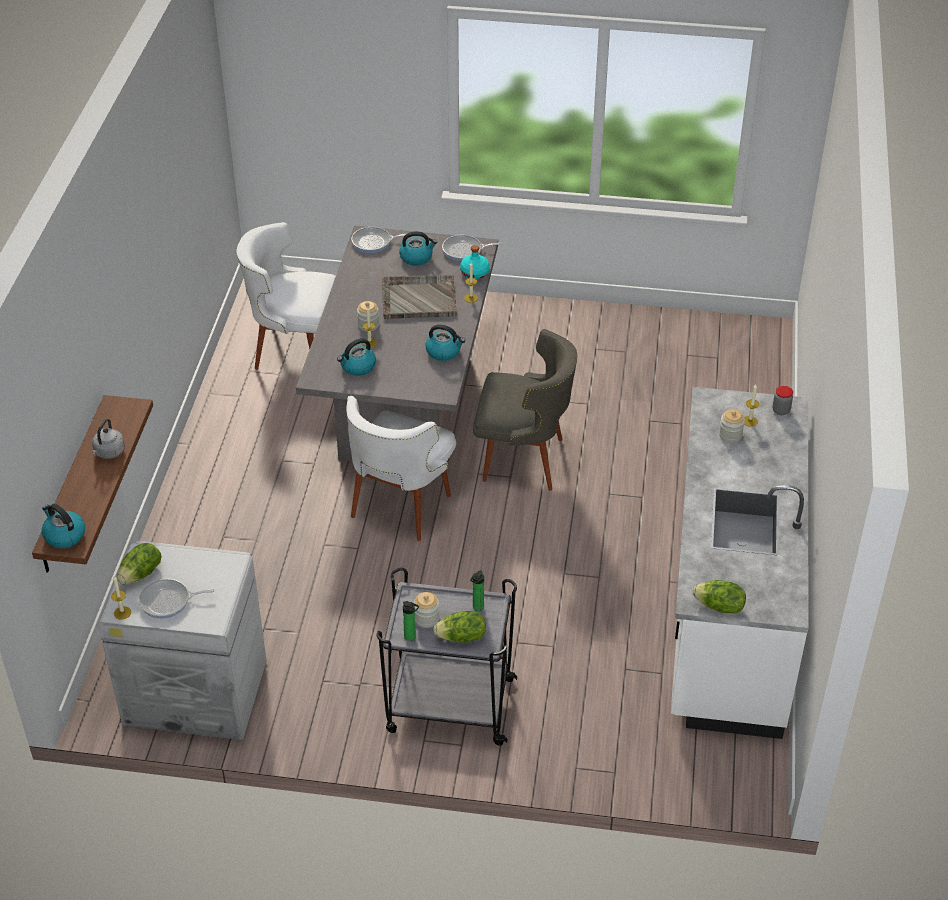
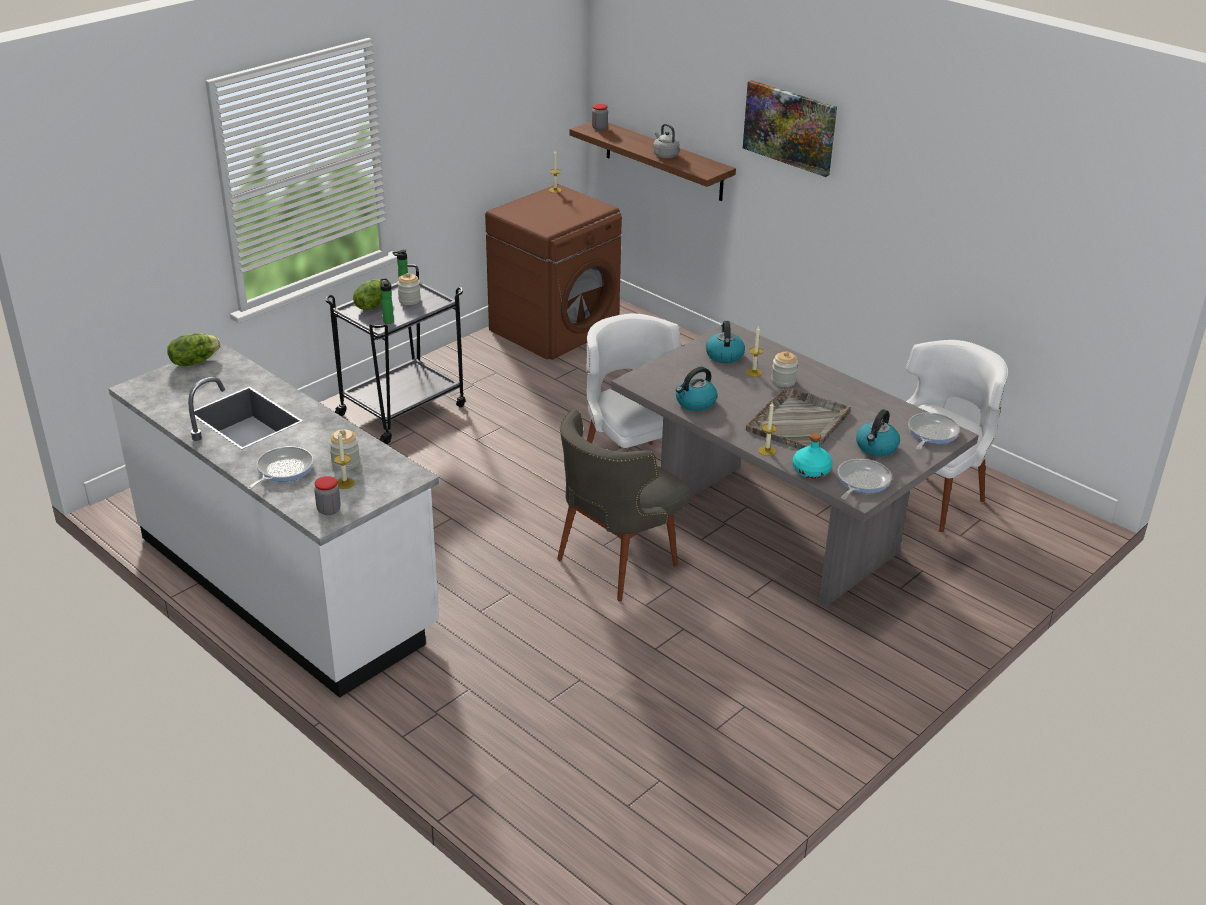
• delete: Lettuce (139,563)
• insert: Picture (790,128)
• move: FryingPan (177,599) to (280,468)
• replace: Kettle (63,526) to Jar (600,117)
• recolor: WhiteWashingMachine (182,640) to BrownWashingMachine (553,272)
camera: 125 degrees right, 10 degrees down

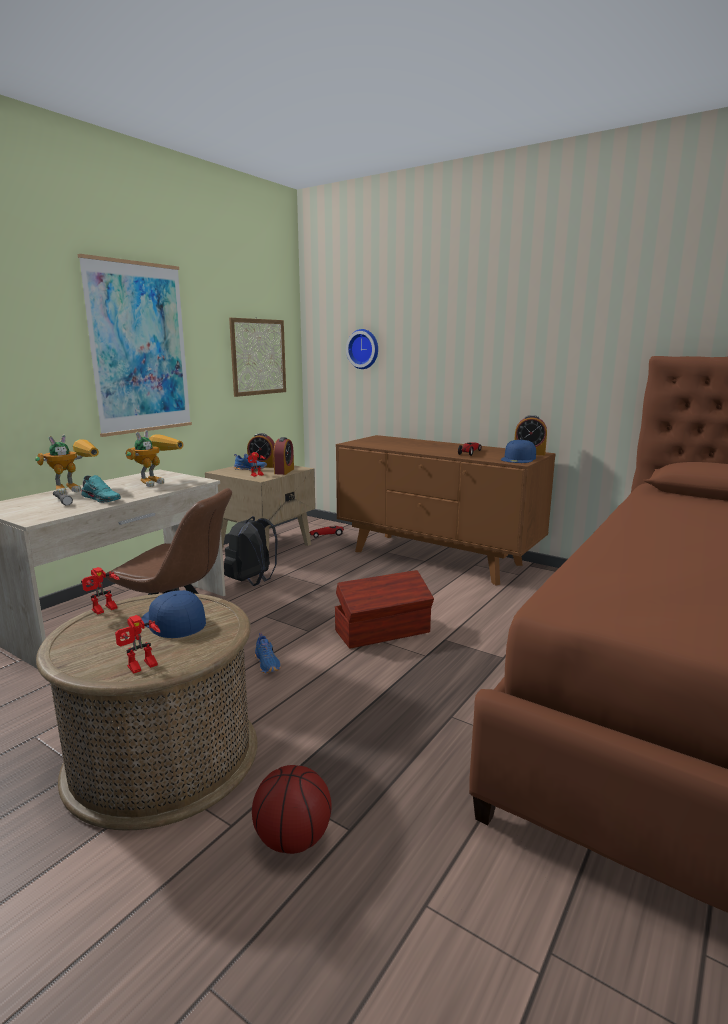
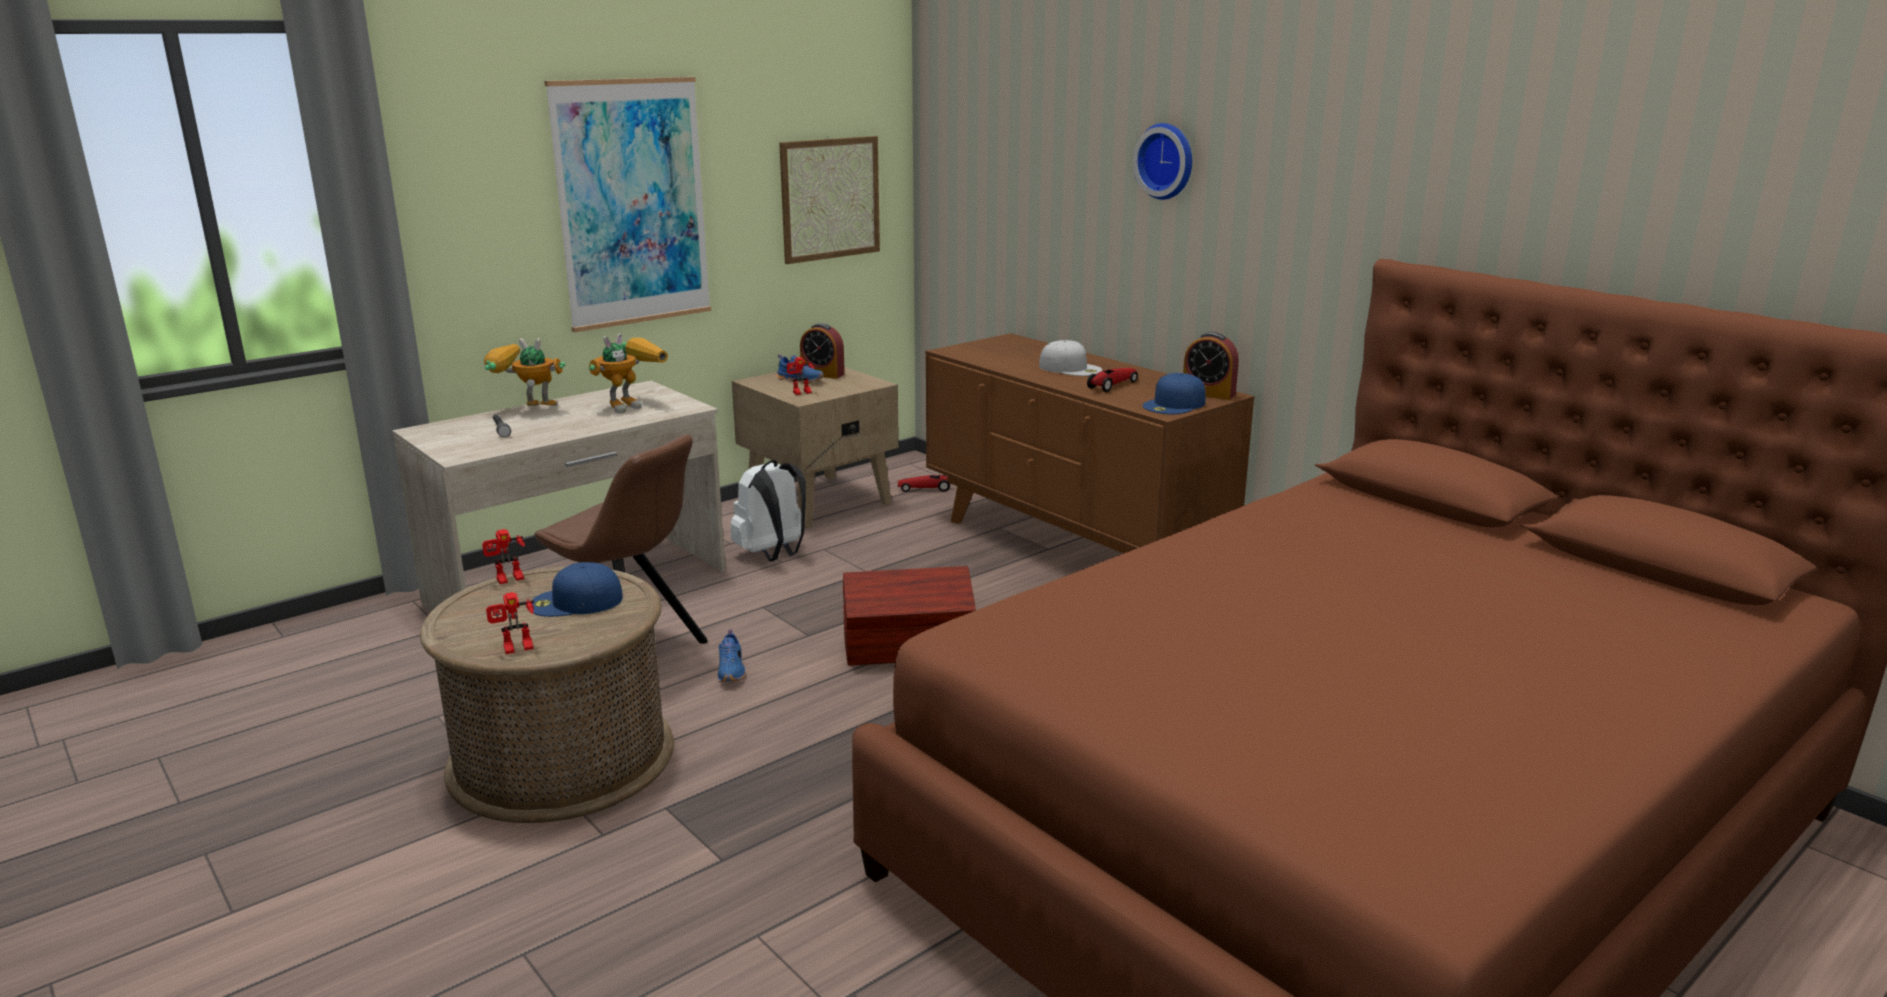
• delete: TurquoiseShoe (101,489)
• delete: Basketball (292,809)
• delete: AlarmClock (283,456)
• insert: WhiteCap (1070,358)
• move: WallClock (362,349) to (1162,161)
• recolor: BlackBackpack (251,551) to WhiteBackpack (768,511)
• rotate: ToyRobot (67,465) = (525,372) 150 degrees counterclockwise
• rotate: BlueCap (173,614) = (577,589) 75 degrees counterclockwise
camera: 15 degrees right, 5 degrees up

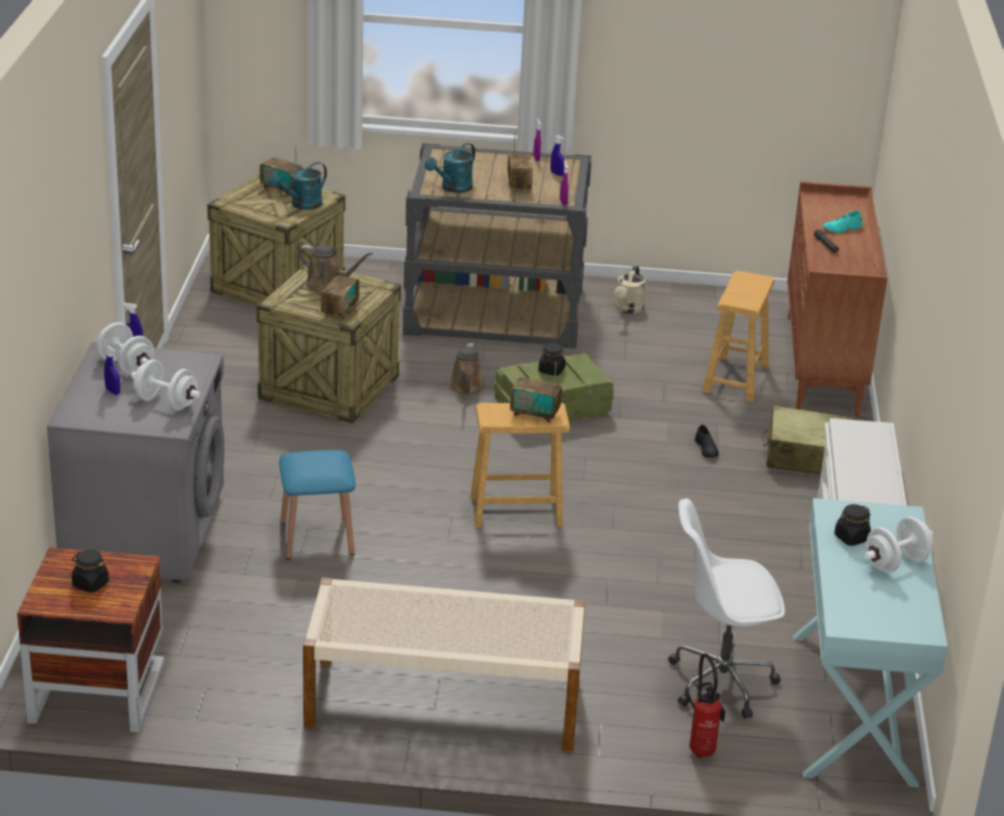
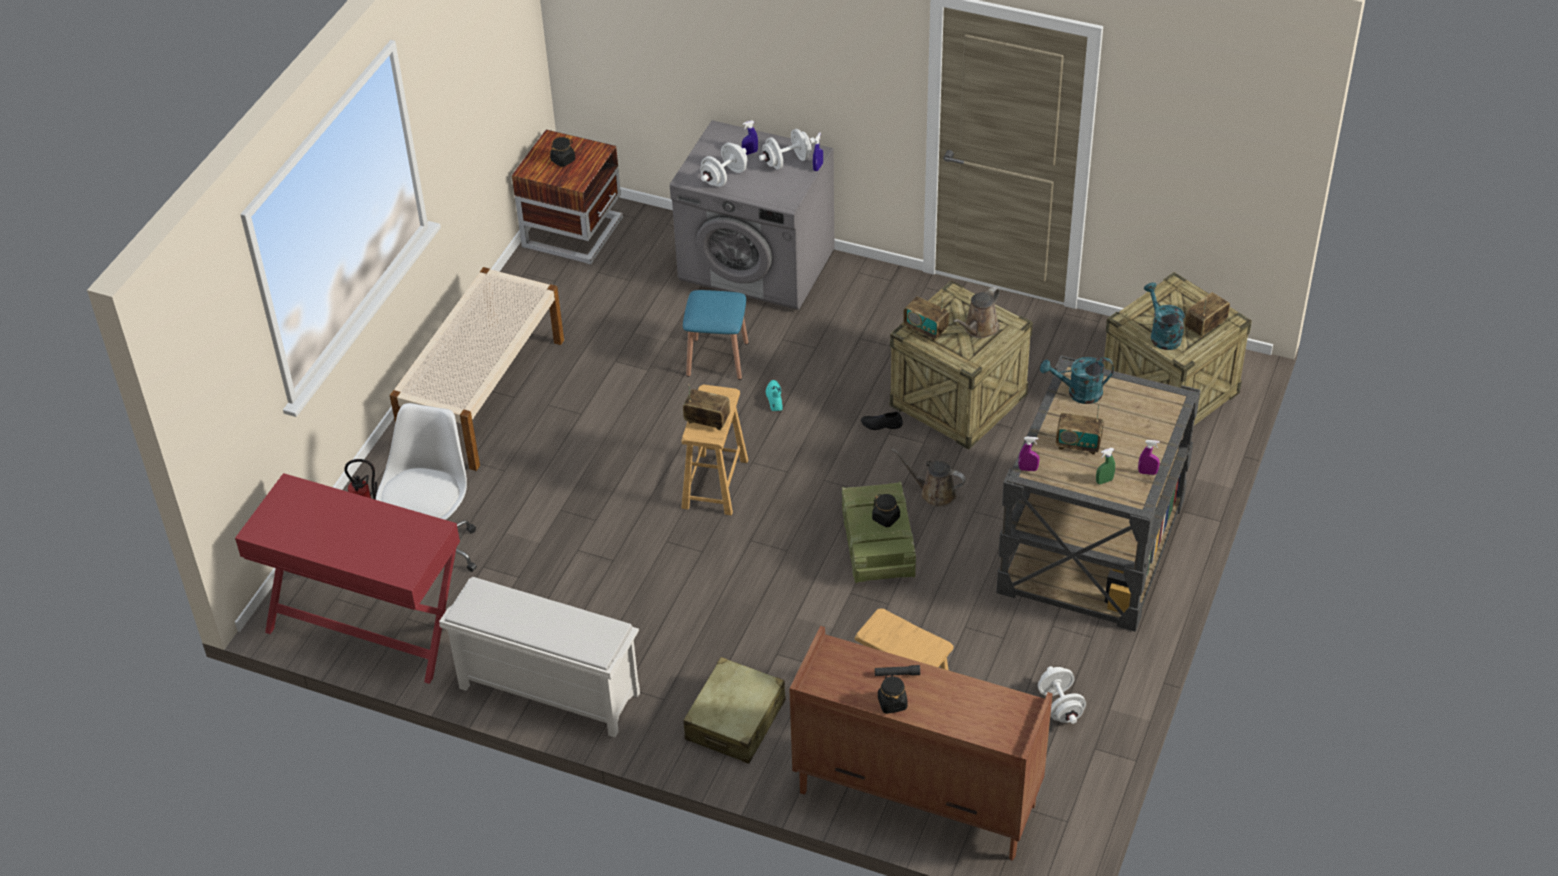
• delete: BeigeWateringCan (630,289)
• move: BlackShoe (707,441) to (882,421)
• move: TurquoiseShoe (842,221) to (774,395)
• move: BlackJar (852,525) to (893,694)
• move: WhiteDumbbell (898,545) to (1062,695)
• recolor: BlueSprayBottle (558,155) to GreenSprayBottle (1105,466)
• recolor: TurquoiseDesk (870,642) to RedDesk (347,578)
• rotate: TurquoiseWateringCan (450,168) = (1077,380) 60 degrees counterclockwise
• rotate: Radio (536,392) = (706,407) 75 degrees clockwise
camera: 110 degrees right, 15 degrees up

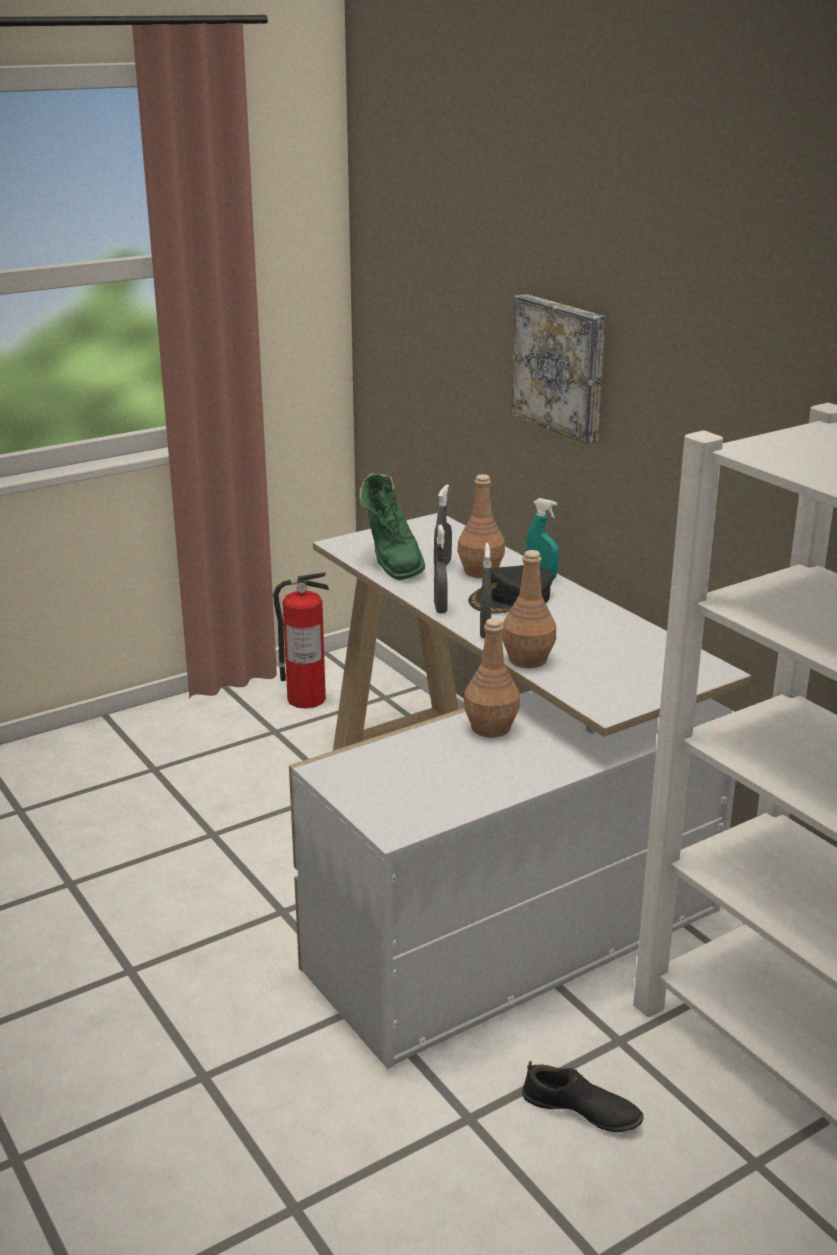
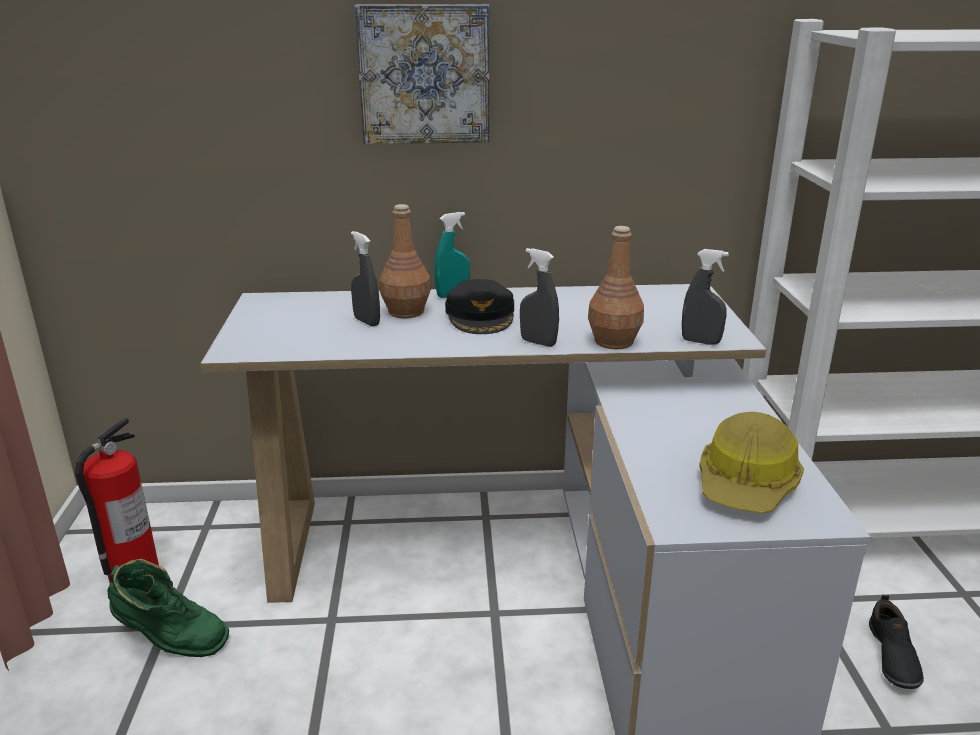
• delete: BrownBottle (492,678)
• insert: HardHat (751,462)
• move: GreenBoot (392,526) to (168,608)
• move: GreySprayBottle (441,569) to (705,297)
• rotate: BlackShoe (583,1096) = (896,642) 135 degrees clockwise
camera: 60 degrees left, 0 degrees up

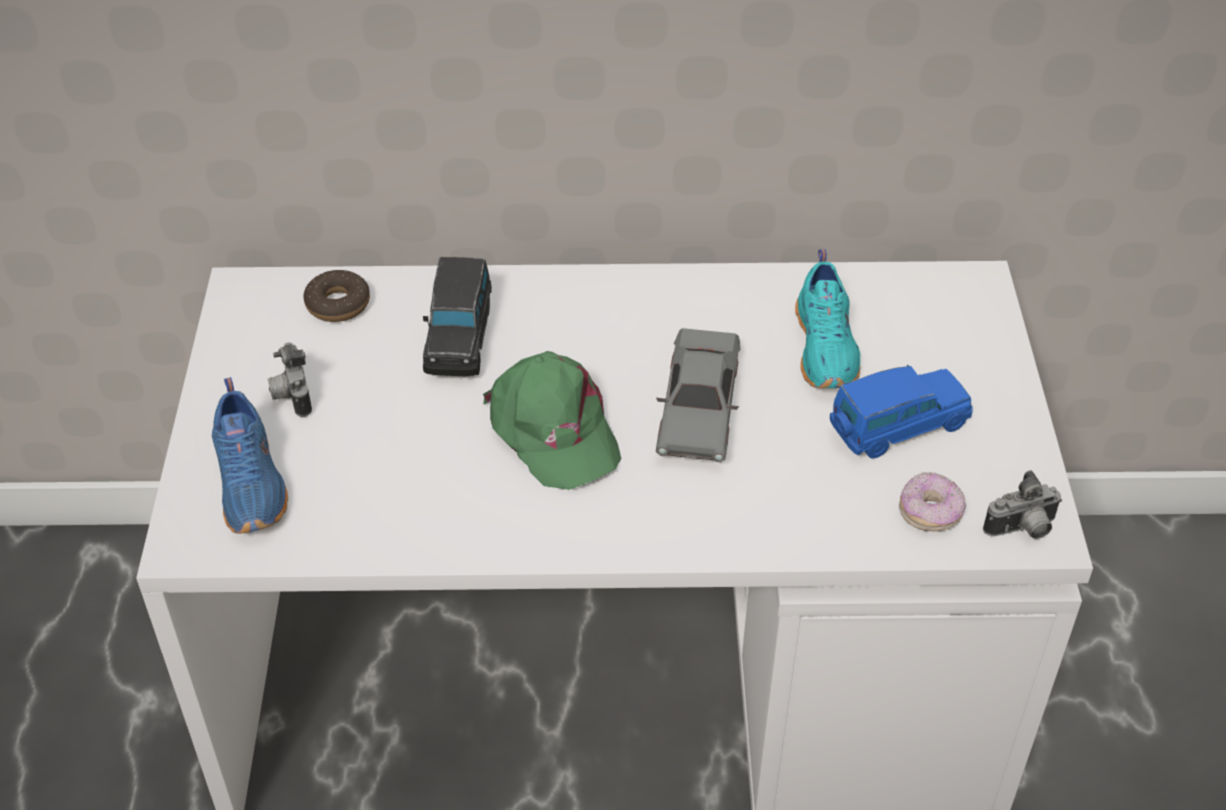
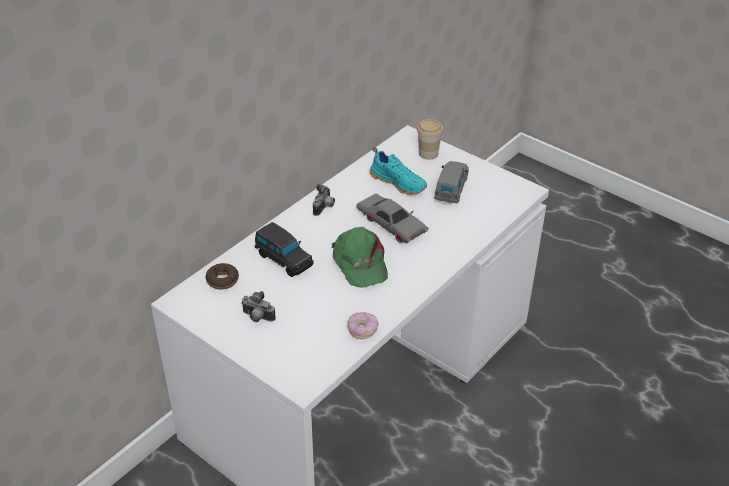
• delete: BlueShoe (250,455)
• insert: Cup (430,139)
• move: Donut (932,502) to (363,325)
• move: PhotoCamera (1022,504) to (324,200)
• recolor: BlueToyCar (901,411) to GreyToyCar (451,182)
• rotate: GreenCap (552,420) = (360,257) 60 degrees clockwise
camera: 50 degrees left, 5 degrees down

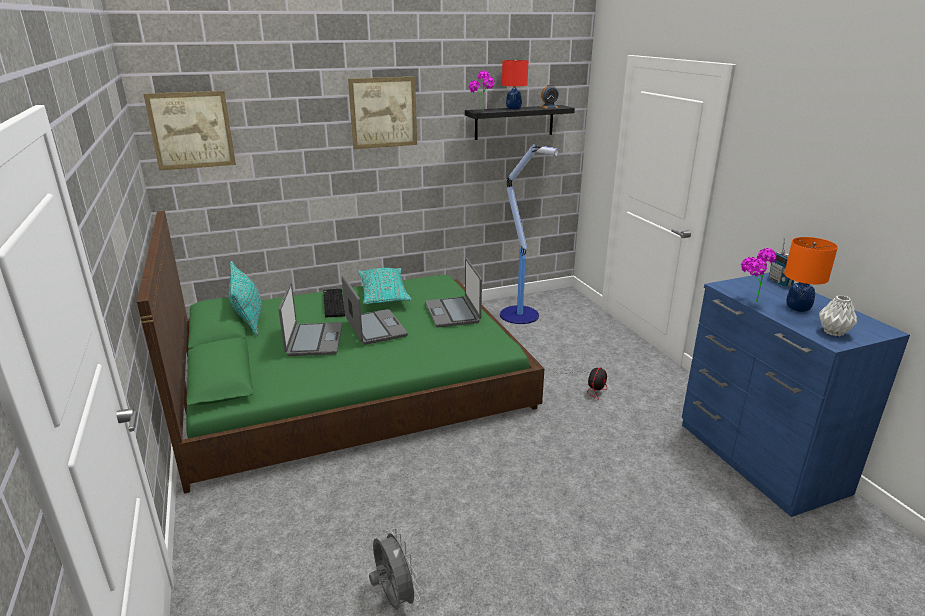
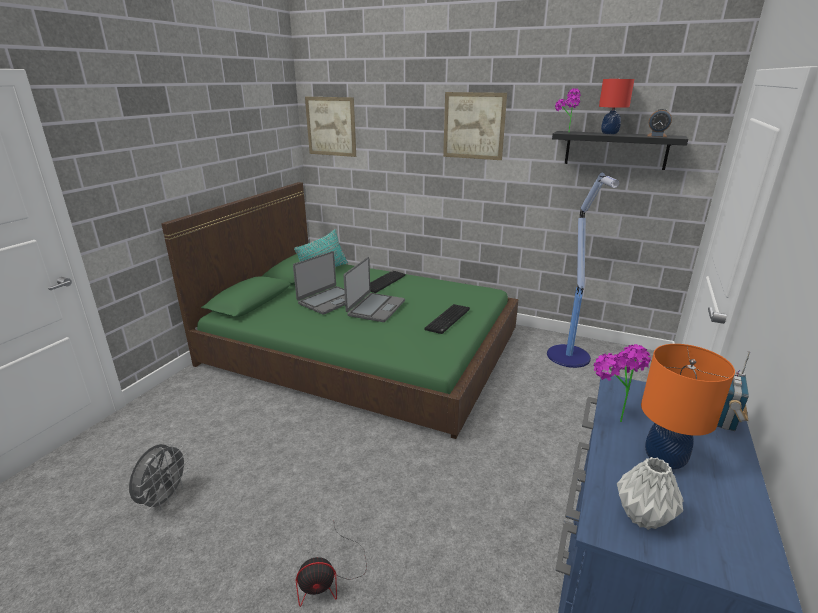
• delete: TurquoisePillow (384,286)
• move: Fan (579,383) to (331,567)
• replace: Laptop (453,293) to Keyboard (447,319)
camera: 45 degrees right, 0 degrees up

